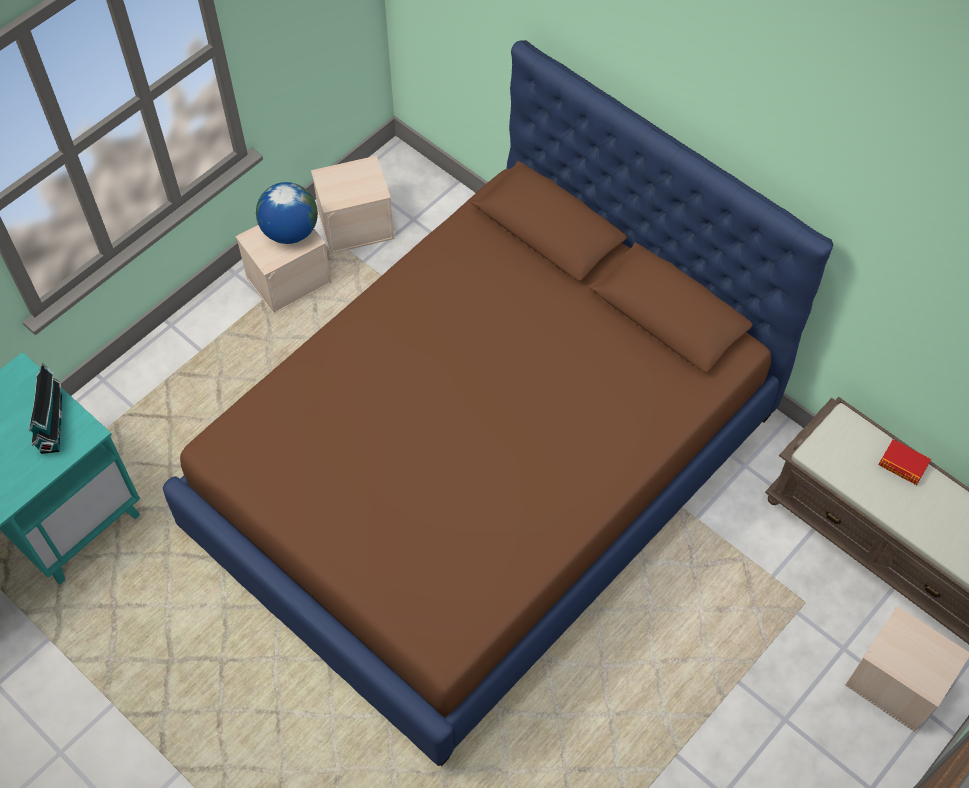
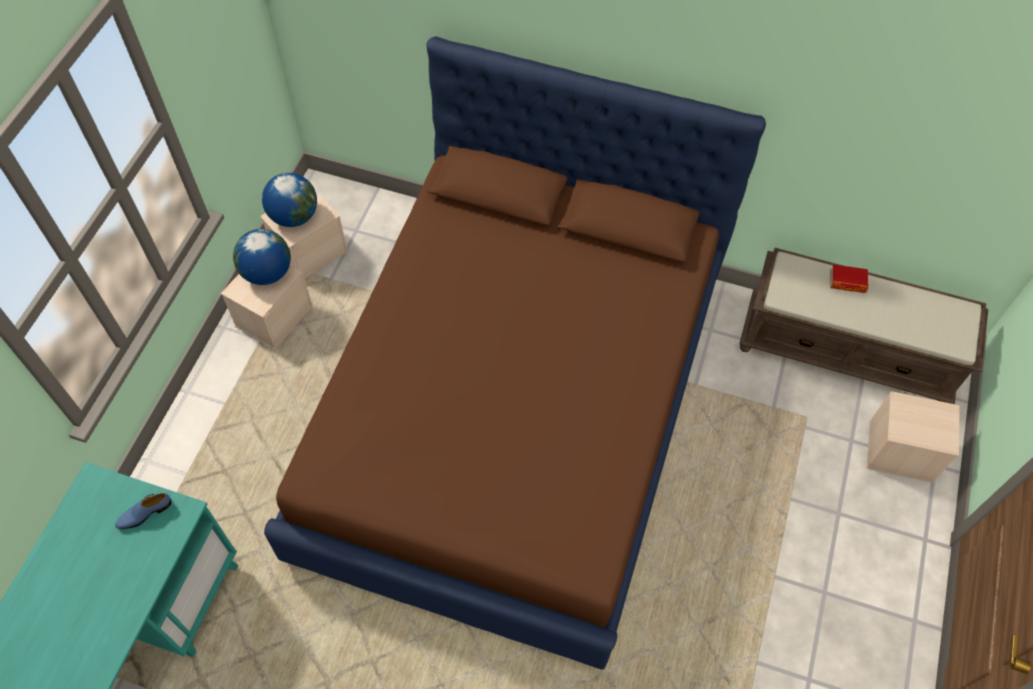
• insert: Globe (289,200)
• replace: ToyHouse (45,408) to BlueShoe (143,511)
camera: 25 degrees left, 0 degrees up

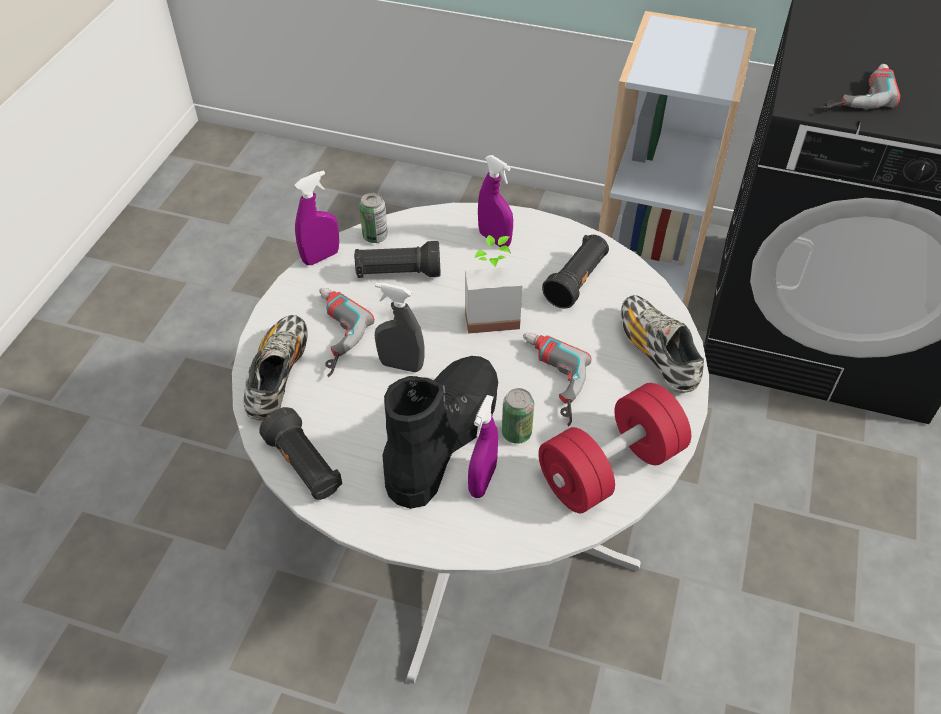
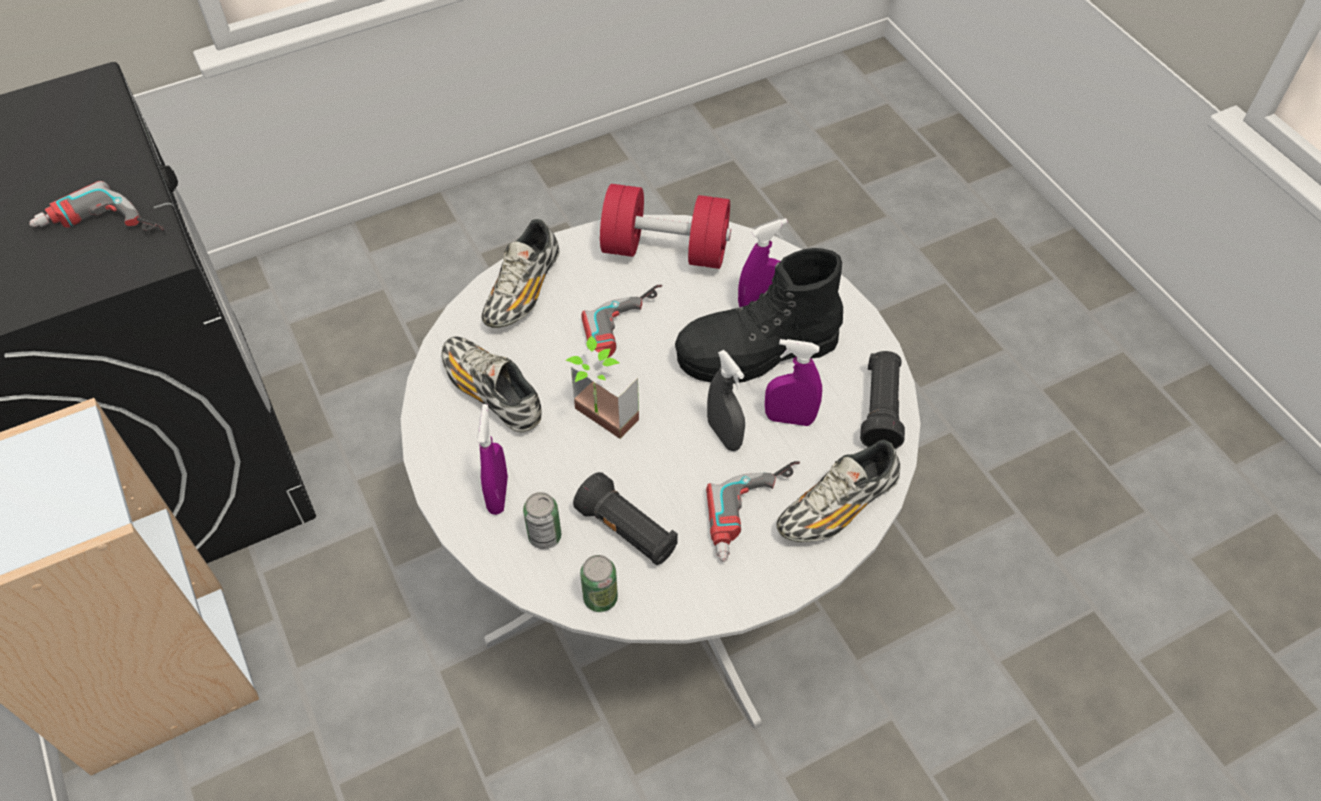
• move: PurpleSprayBottle (316,217) to (793,382)
• move: Can (518,416) to (542,520)
• replace: BlackFlashlight (575,272) to Shoe (492,384)
camera: 135 degrees left, 5 degrees up

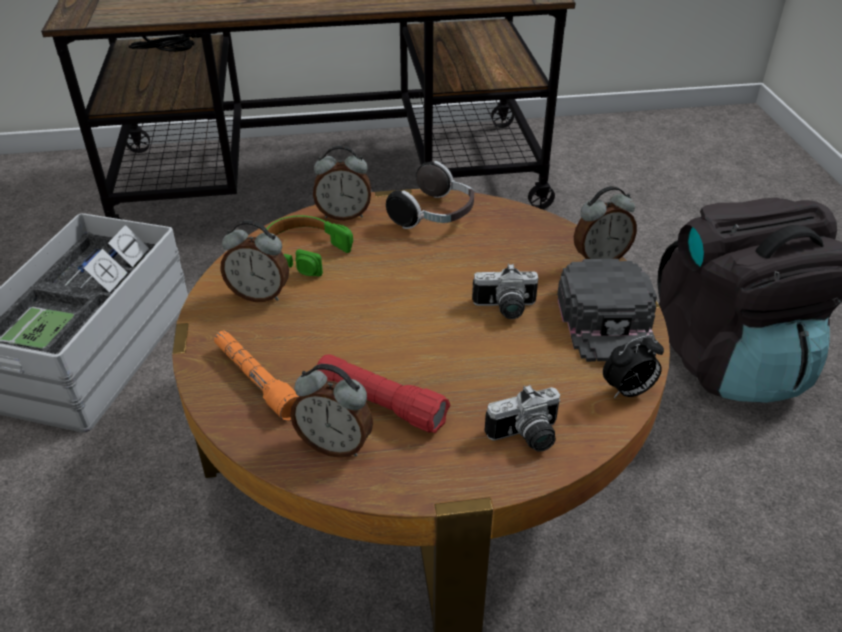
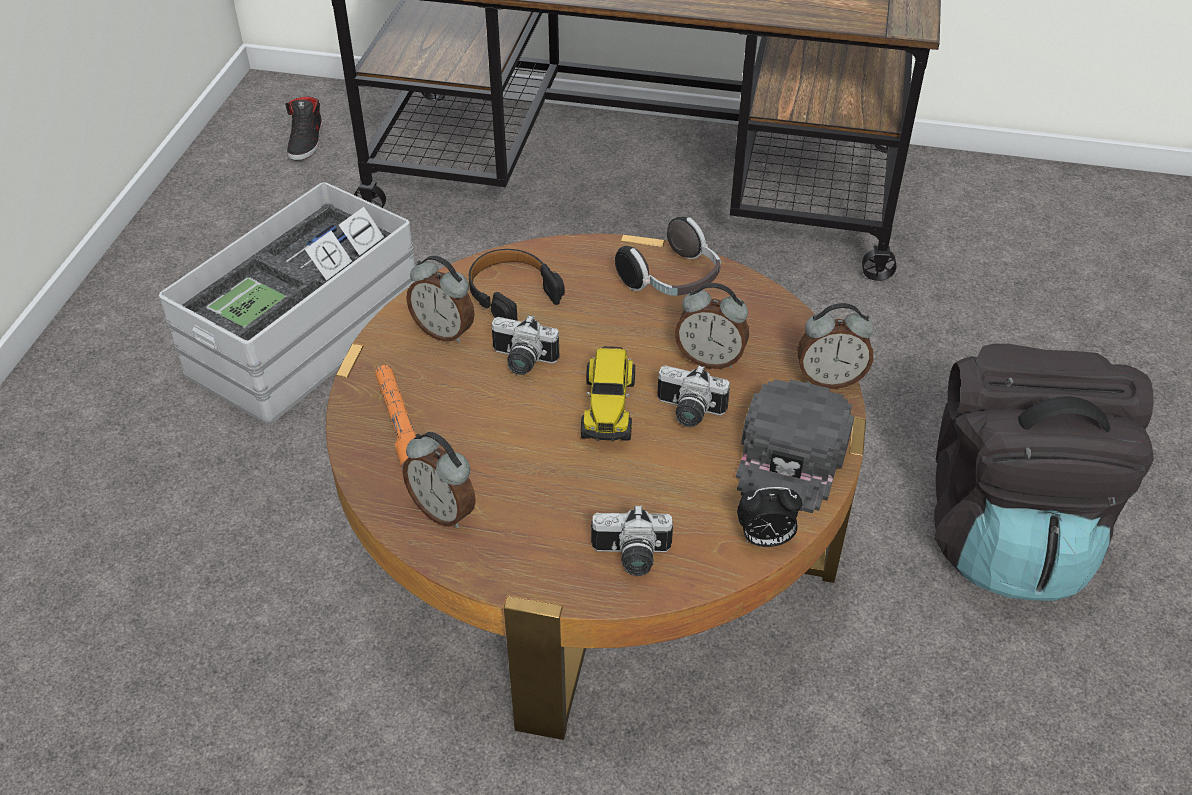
• delete: RedFlashlight (383,393)
• insert: BlackShoe (304,128)
• insert: PhotoCamera (525,345)
• insert: ToyTruck (608,394)
• move: AlarmClock (342,183) to (712,326)
• recolor: GreenHeadphones (310,246) to BlackHeadphones (517,285)
camera: 20 degrees right, 5 degrees up

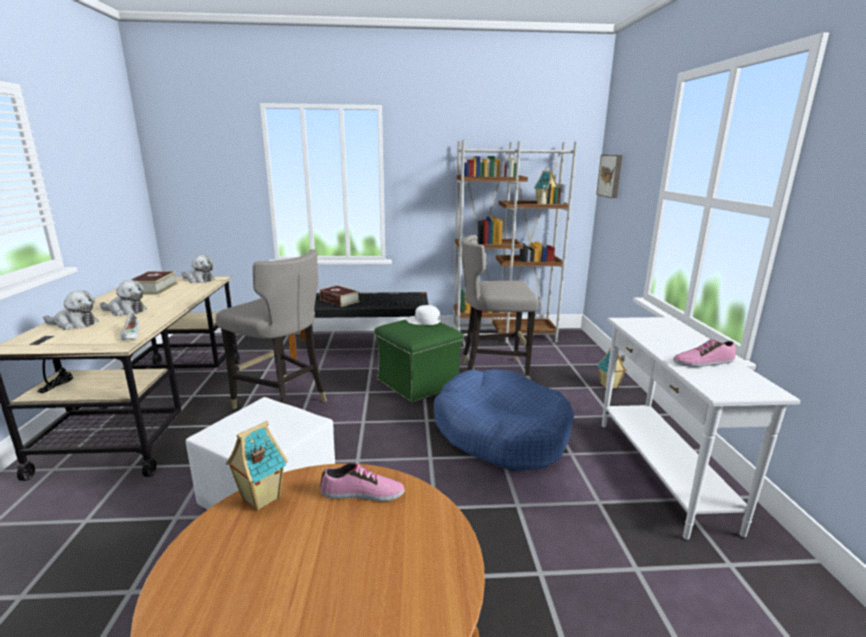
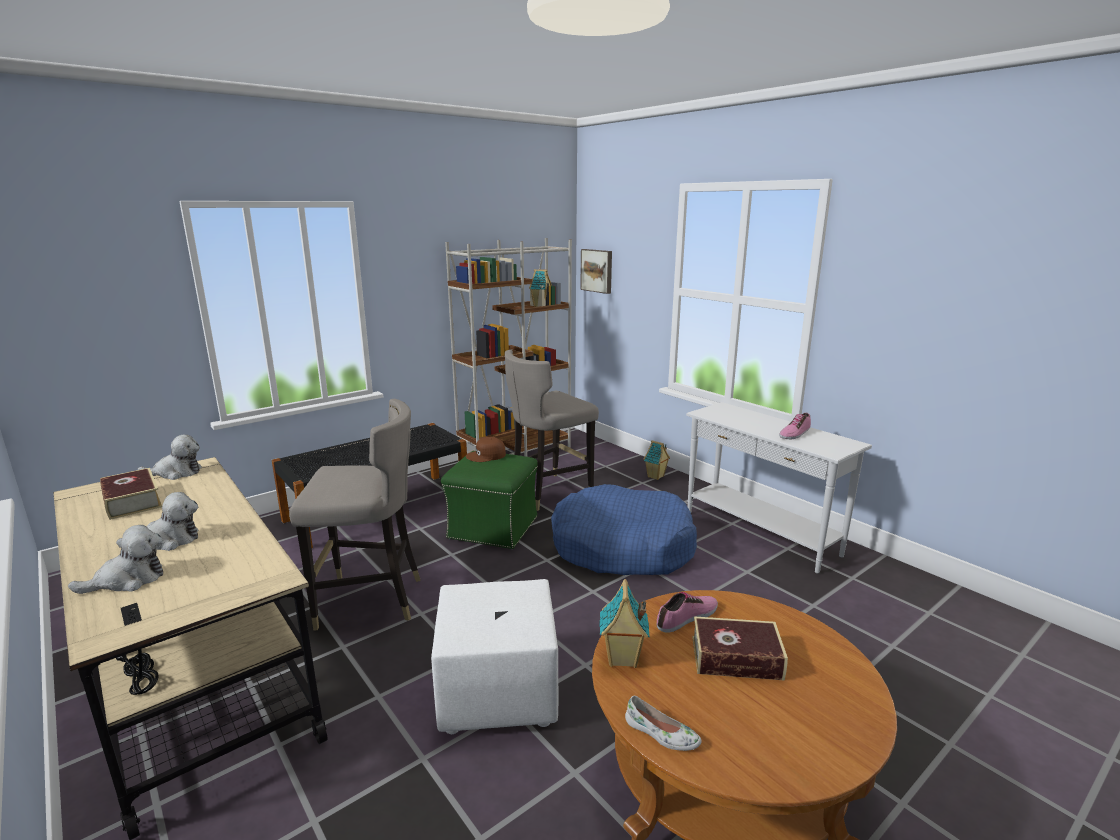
• move: WhiteShoe (130,326) to (663,723)
• move: Book (340,296) to (740,648)
• recolor: WhiteCap (423,315) to BrownCap (486,449)
camera: 35 degrees left, 0 degrees up

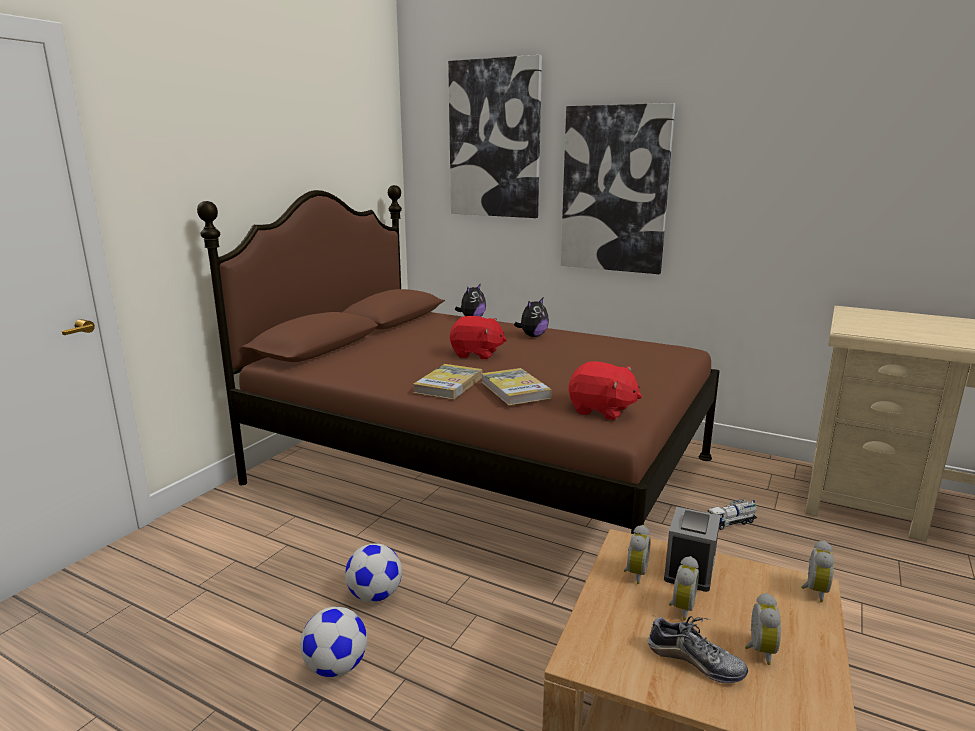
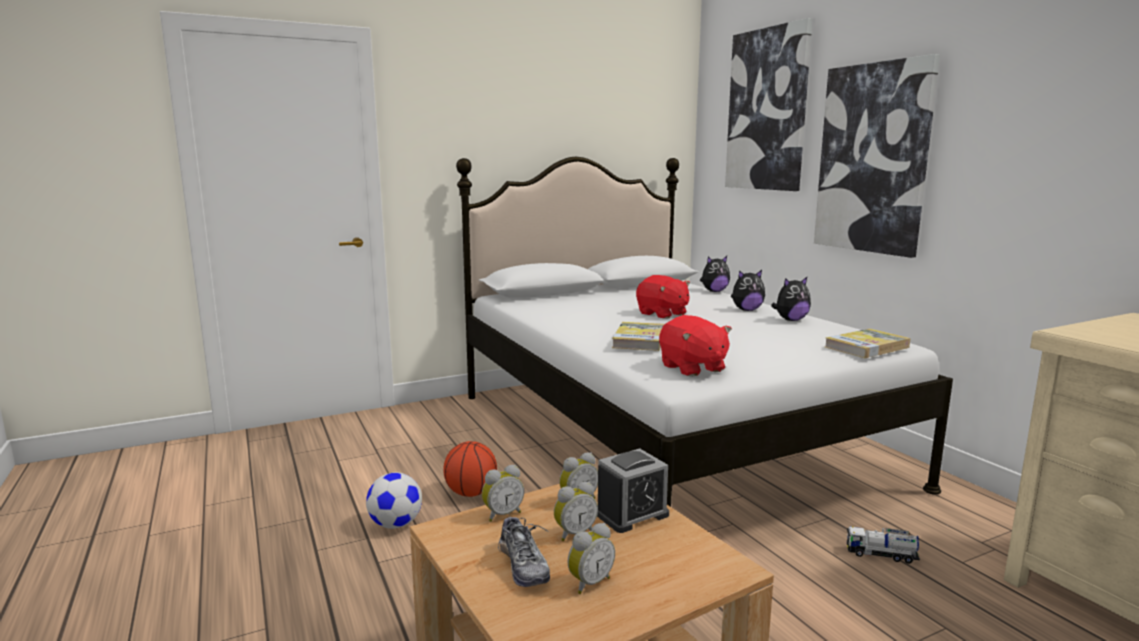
• insert: PlushToy (791,299)
• move: Book (447,381) to (868,343)
• move: AlarmClock (817,571) to (503,493)
• replace: Football (373,573) to Basketball (470,469)
• recolor: BrownBed (458,360) to WhiteBed (704,332)
camera: 35 degrees right, 5 degrees down

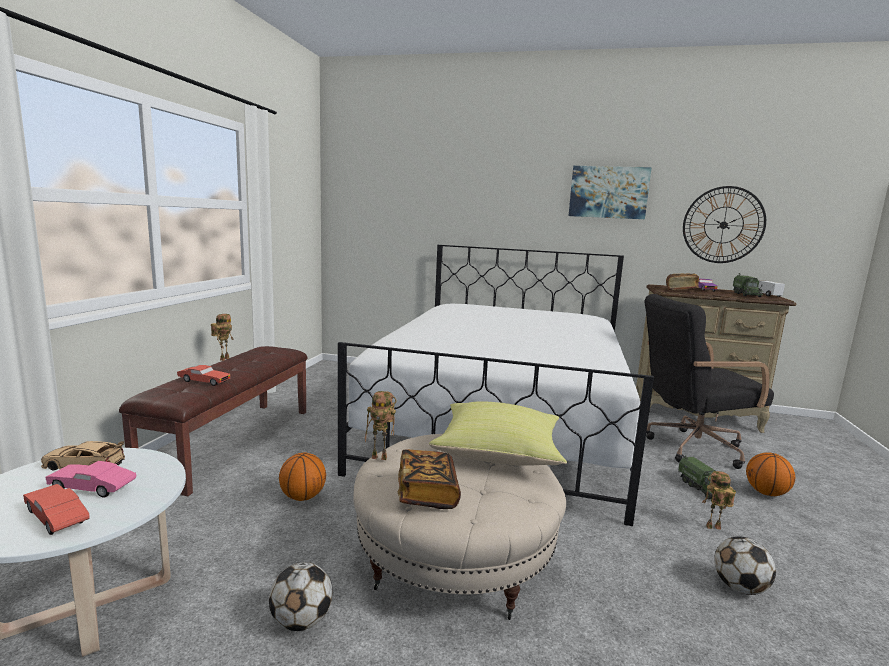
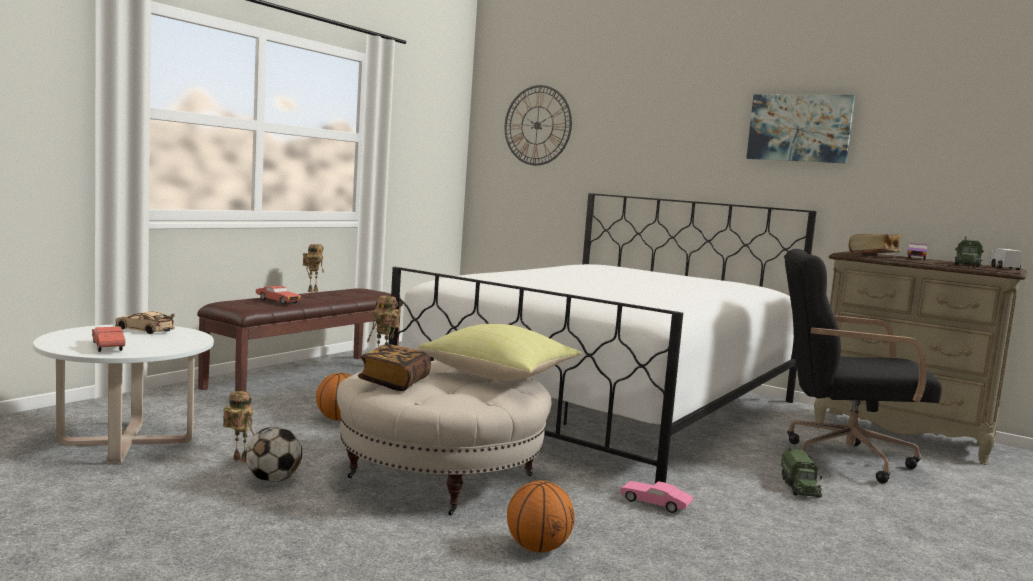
• delete: Football (745,566)
• move: PinkToyCar (90,479) to (657,497)
• move: WallClock (724,224) to (538,125)
• move: ToyRobot (719,500) to (239,427)
• move: Basketball (770,474) to (541,516)
camera: 20 degrees right, 5 degrees down

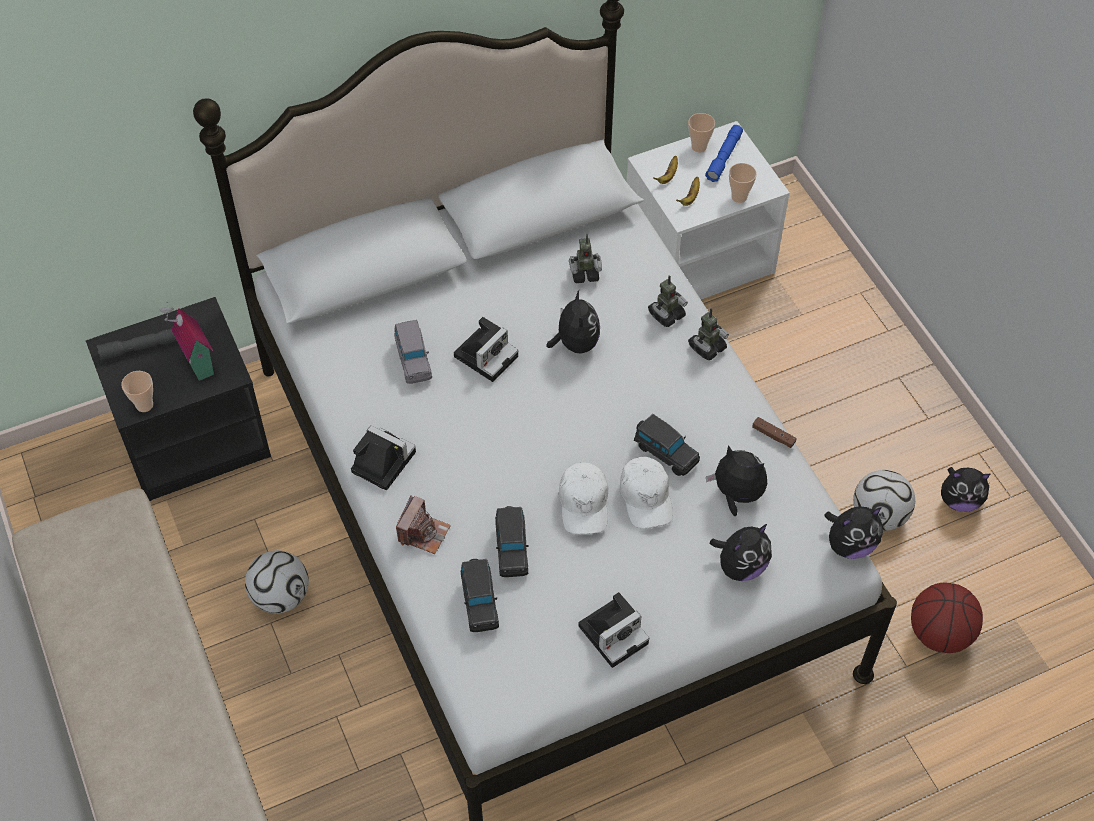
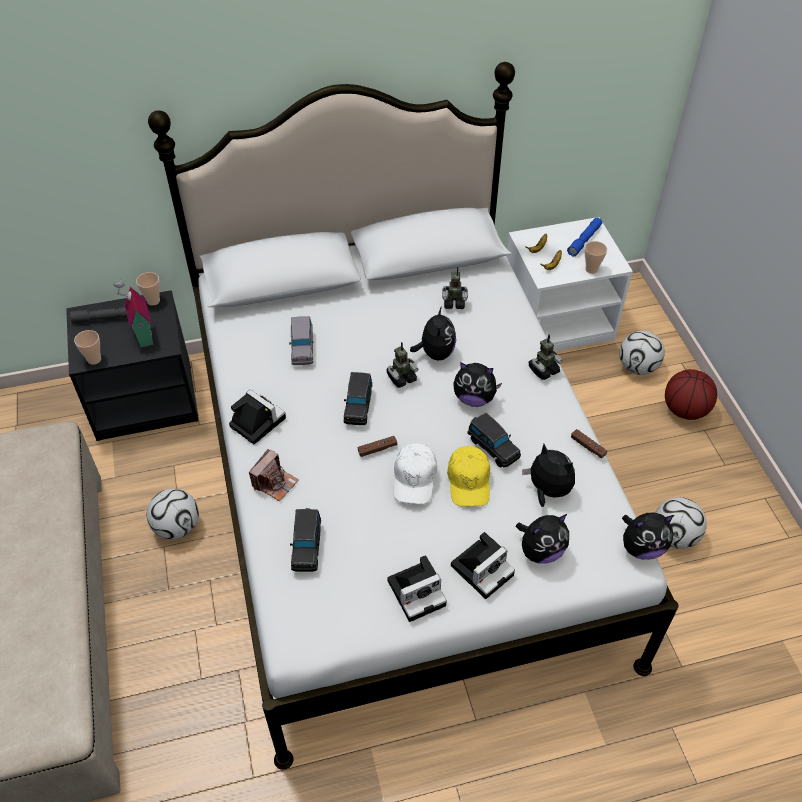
• insert: BrownGameController (377,446)
• insert: Football (642,353)
• move: PhotoCamera (486,349) to (483,565)
• move: BlackToyCar (512,541) to (358,398)
• move: ToyRobot (668,301) to (403,365)
• move: Cup (701,132) to (148,289)
• move: Basketball (947,618) to (691,394)
• move: PlushToy (965,489) to (477,384)
• recolor: WhiteCap (646,493) to YellowCap (468,476)
camera: 10 degrees right, 5 degrees down

